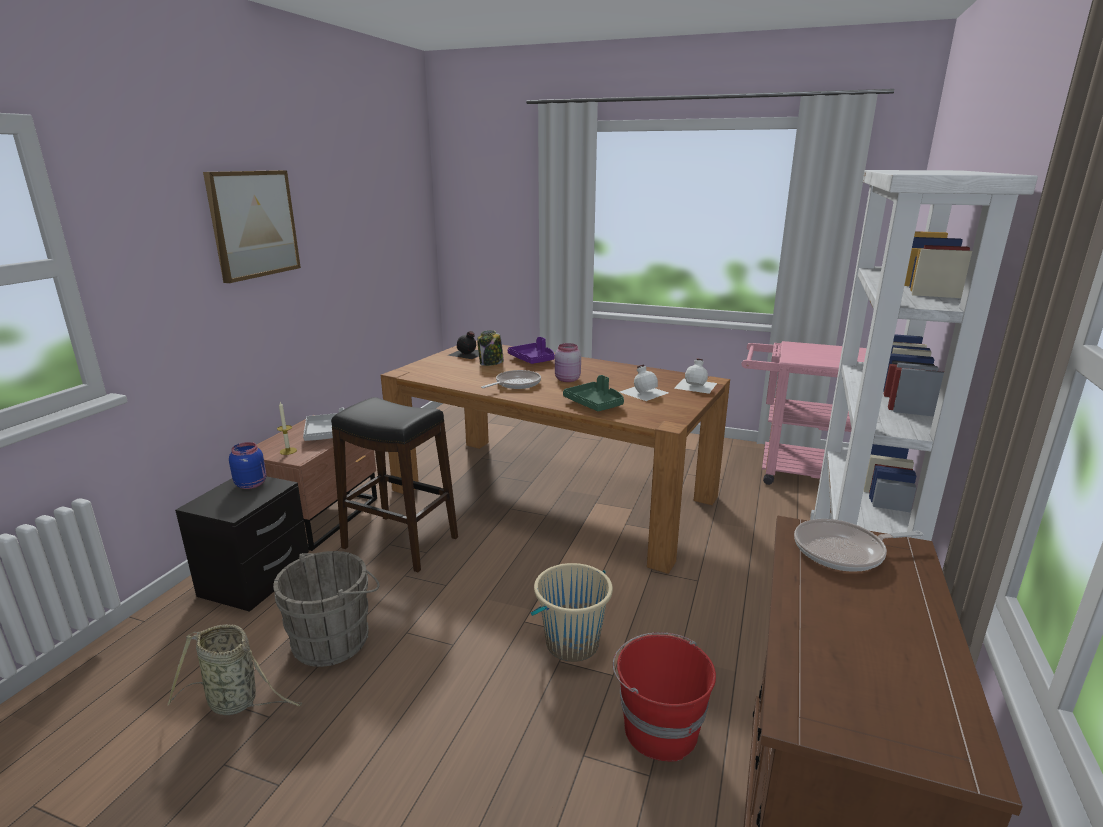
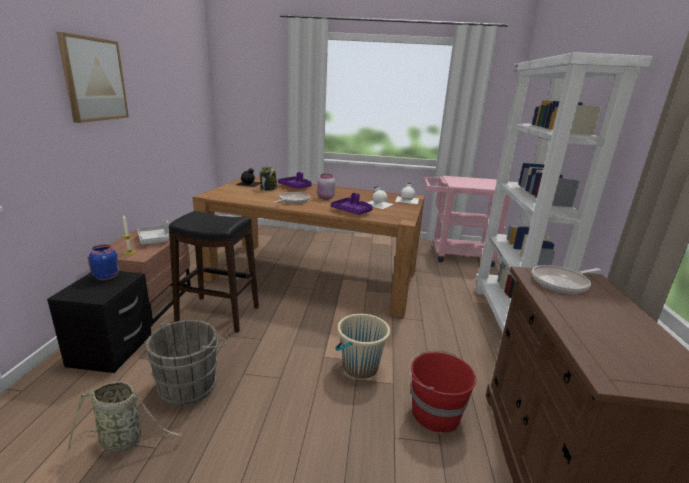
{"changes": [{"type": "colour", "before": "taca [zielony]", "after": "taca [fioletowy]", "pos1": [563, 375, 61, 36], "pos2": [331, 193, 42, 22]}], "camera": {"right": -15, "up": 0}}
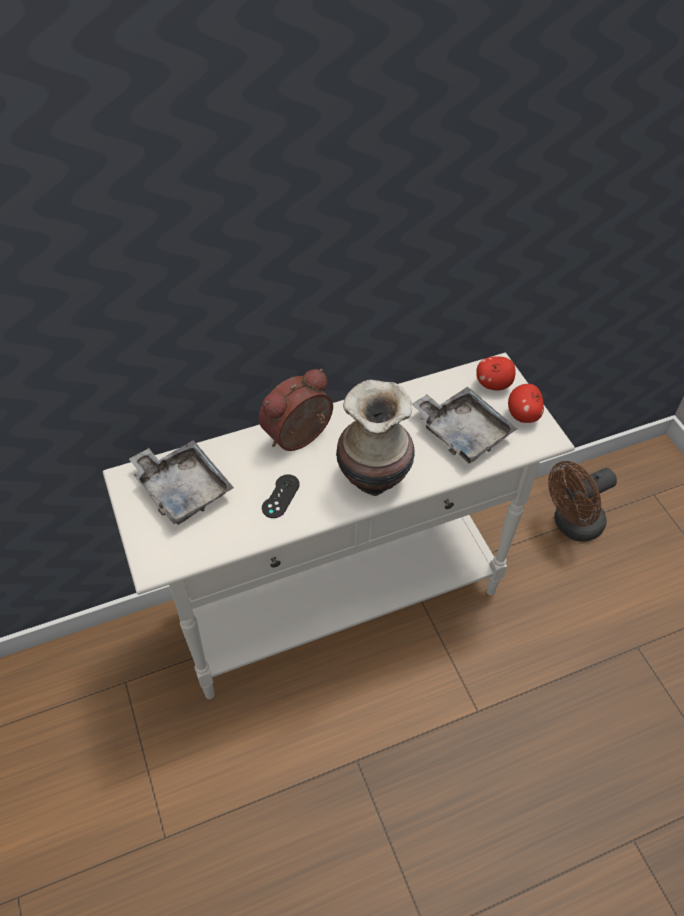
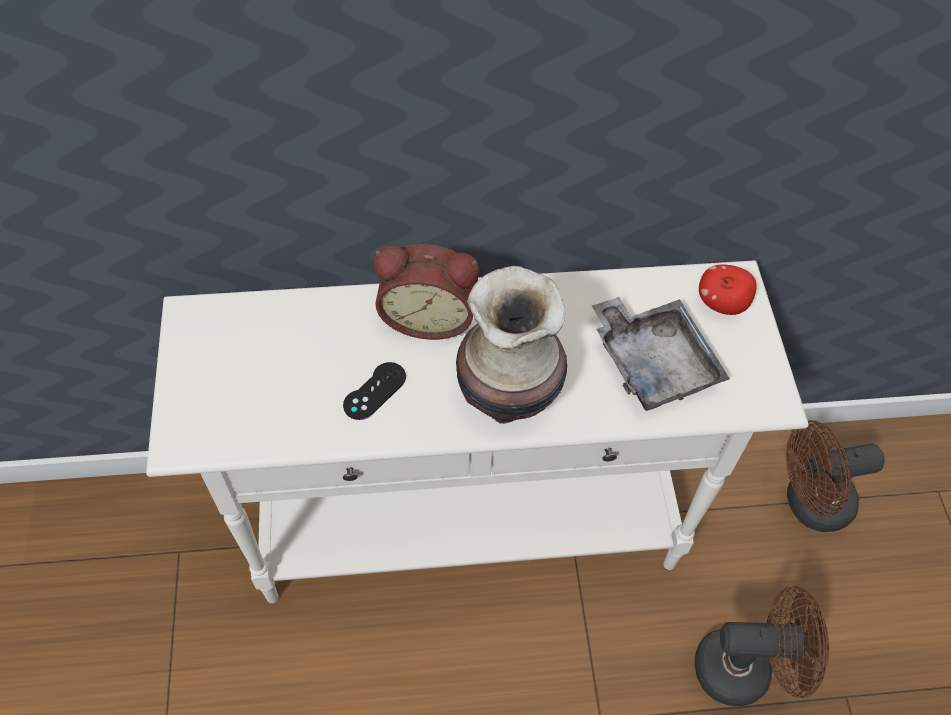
{"changes": [{"type": "spun", "before": "budzik", "pos1": [259, 369, 74, 82], "pos2": [374, 244, 105, 96], "turn": -150}, {"type": "missing", "before": "jabłko", "pos1": [508, 384, 36, 39]}, {"type": "missing", "before": "taca [szary]", "pos1": [129, 440, 105, 85]}, {"type": "appeared", "after": "wentylator [brązowy]", "pos2": [695, 586, 134, 120]}], "camera": {"right": 15, "up": 5}}
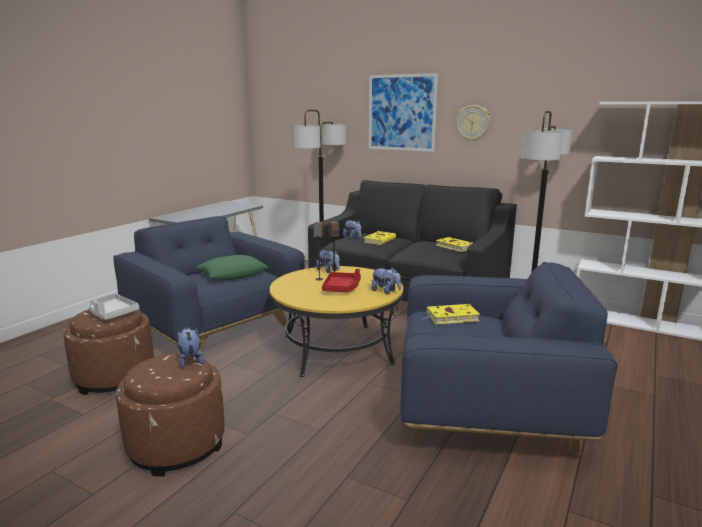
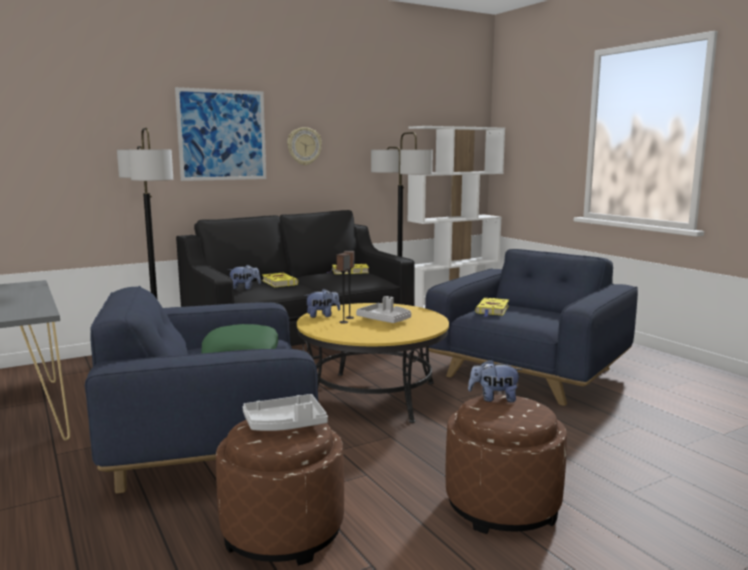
{"changes": [{"type": "missing", "before": "pluszak", "pos1": [371, 267, 30, 27]}, {"type": "colour", "before": "taca [czerwony]", "after": "taca [szary]", "pos1": [322, 269, 39, 23], "pos2": [356, 296, 55, 27]}], "camera": {"right": -60, "up": -5}}
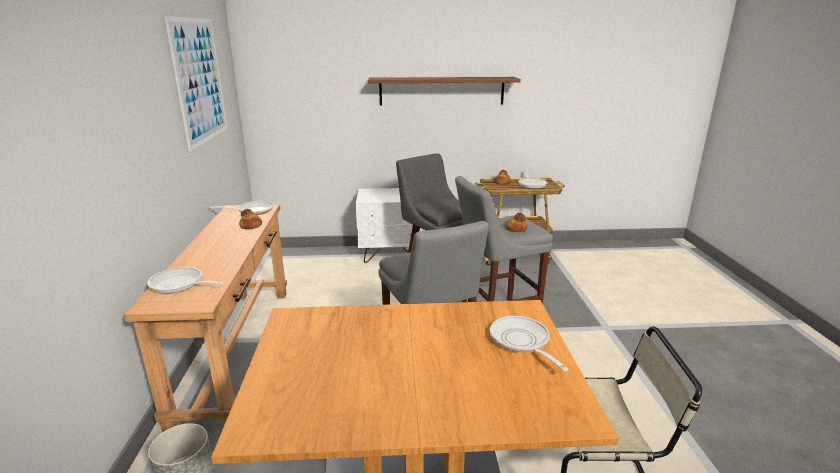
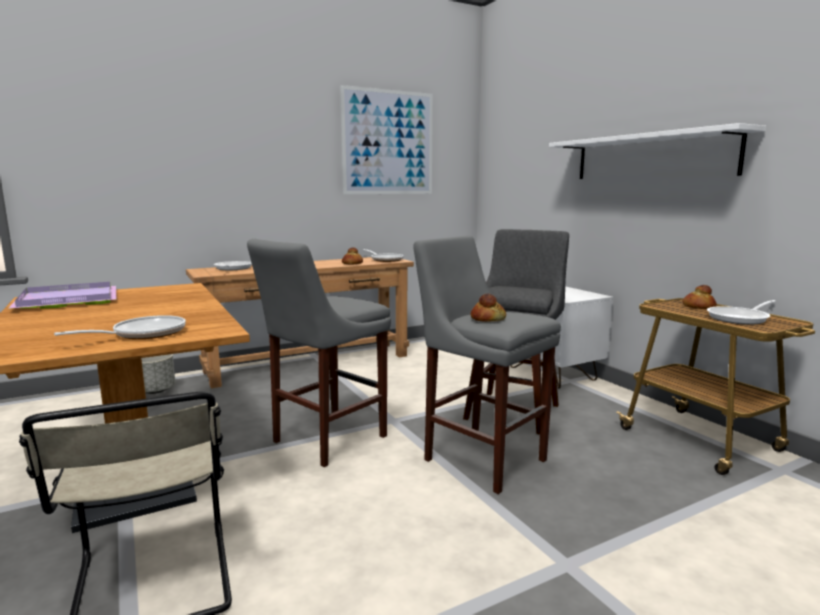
{"changes": [{"type": "colour", "before": "półka [brązowy]", "after": "półka [biały]", "pos1": [368, 77, 153, 28], "pos2": [549, 123, 217, 56]}, {"type": "appeared", "after": "taca [fioletowy]", "pos2": [8, 282, 109, 27]}], "camera": {"right": 65, "up": -10}}
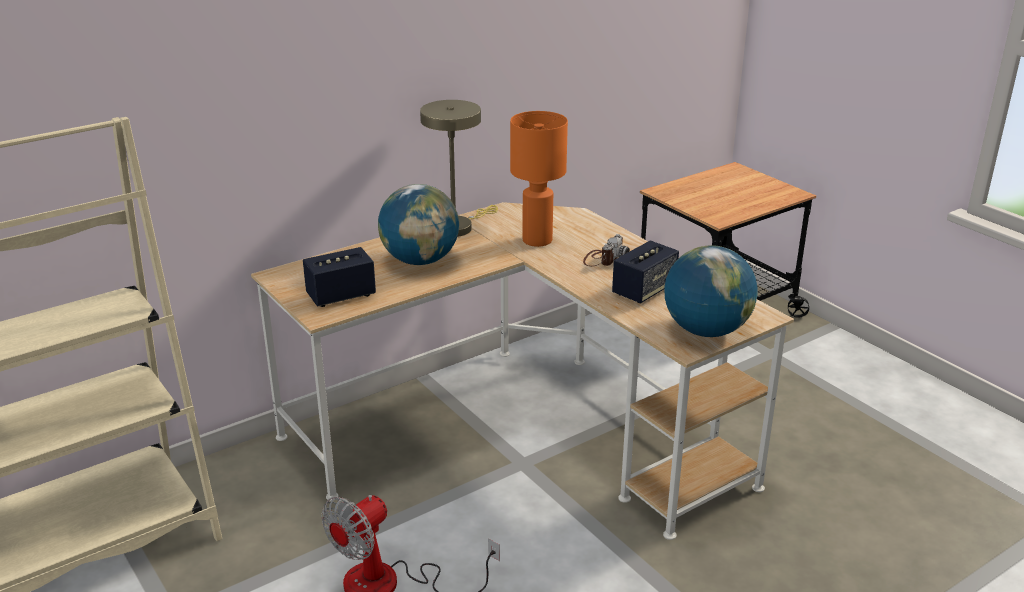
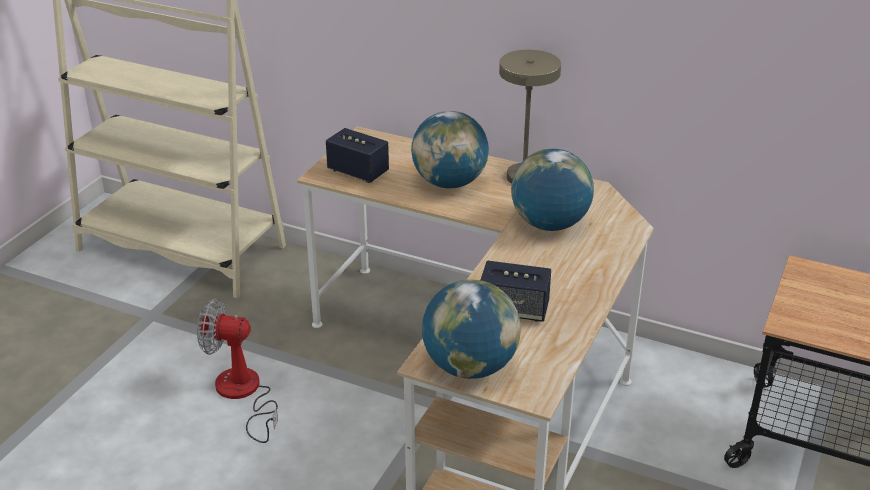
{"changes": [{"type": "exchanged", "before": "lampa stołowa [pomarańczowy]", "after": "globus", "pos1": [510, 111, 58, 136], "pos2": [511, 149, 83, 82]}, {"type": "missing", "before": "aparat fotograficzny", "pos1": [583, 234, 47, 32]}], "camera": {"right": 60, "up": 5}}
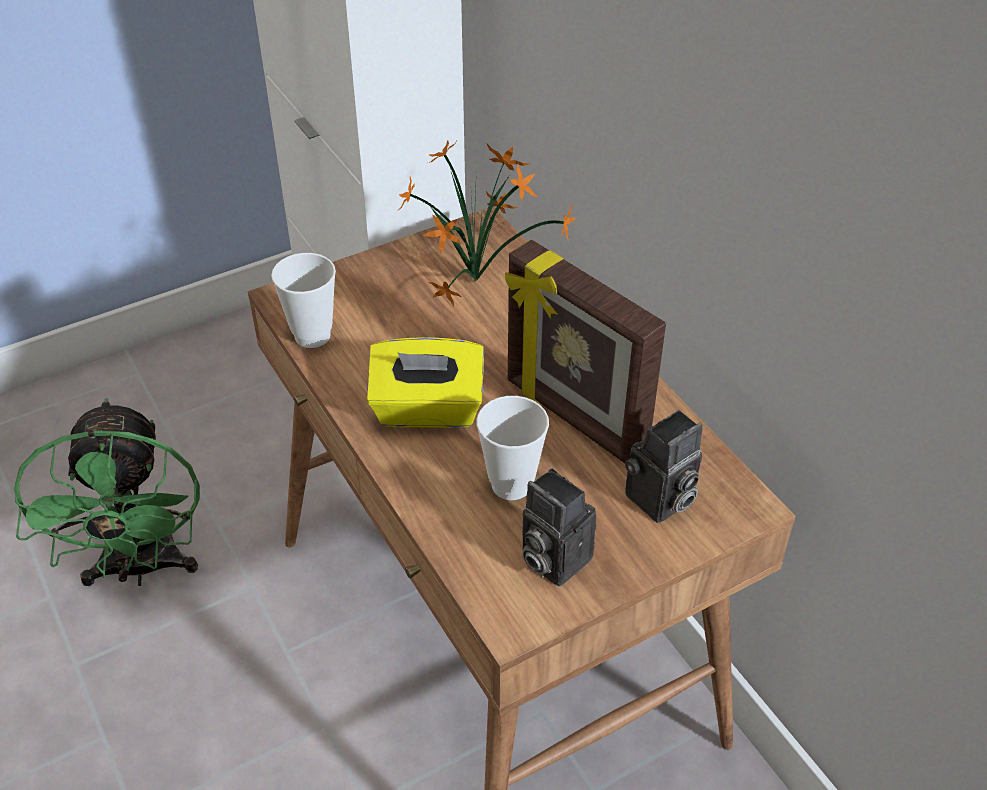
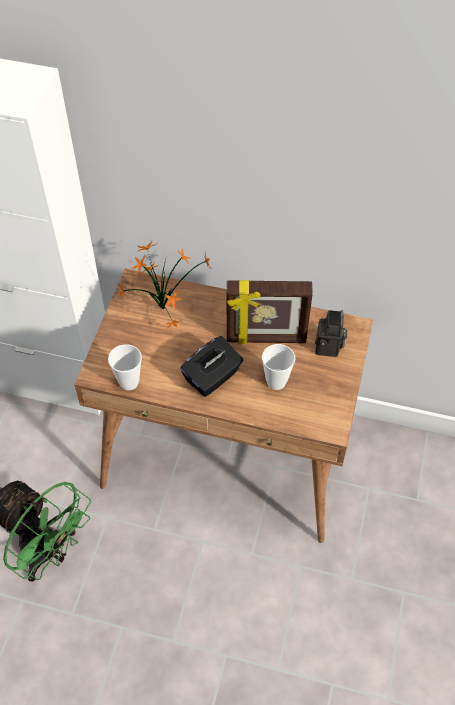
{"changes": [{"type": "colour", "before": "pudełko chusteczek [żółty]", "after": "pudełko chusteczek [czarny]", "pos1": [367, 337, 117, 91], "pos2": [180, 336, 63, 61]}, {"type": "missing", "before": "aparat fotograficzny", "pos1": [522, 468, 74, 118]}], "camera": {"right": -45, "up": 10}}
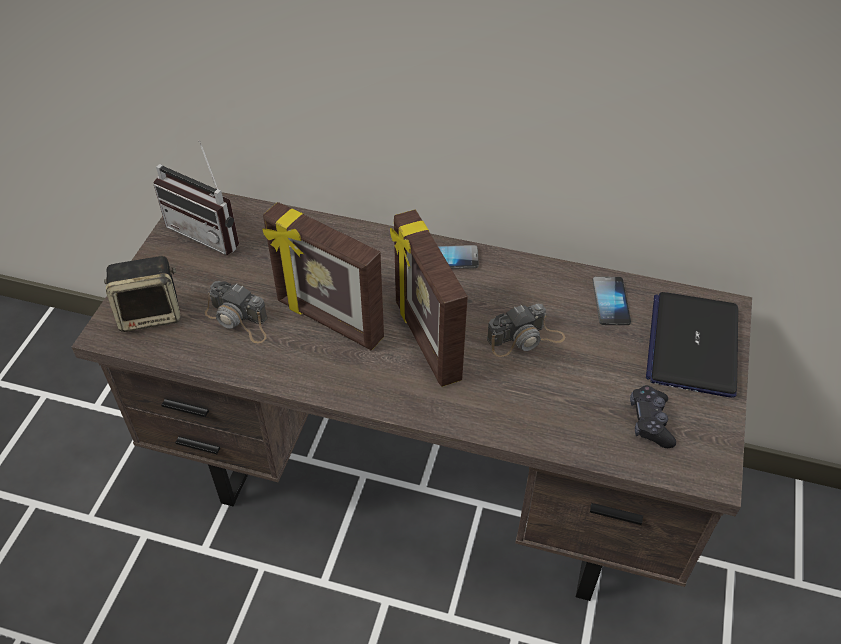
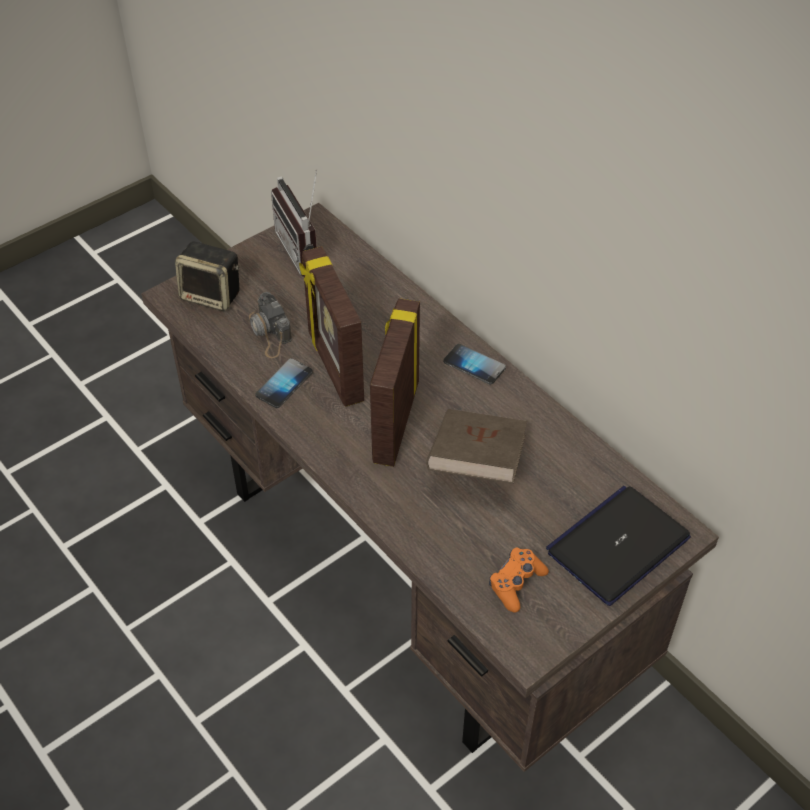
{"changes": [{"type": "relocated", "before": "telefon", "pos1": [592, 276, 39, 49], "pos2": [255, 358, 58, 50]}, {"type": "exchanged", "before": "aparat fotograficzny", "after": "książka [brązowy]", "pos1": [487, 304, 78, 53], "pos2": [426, 409, 101, 75]}, {"type": "colour", "before": "pad do gier [czarny]", "after": "pad do gier [pomarańczowy]", "pos1": [630, 385, 46, 63], "pos2": [489, 547, 60, 65]}], "camera": {"right": 35, "up": 0}}
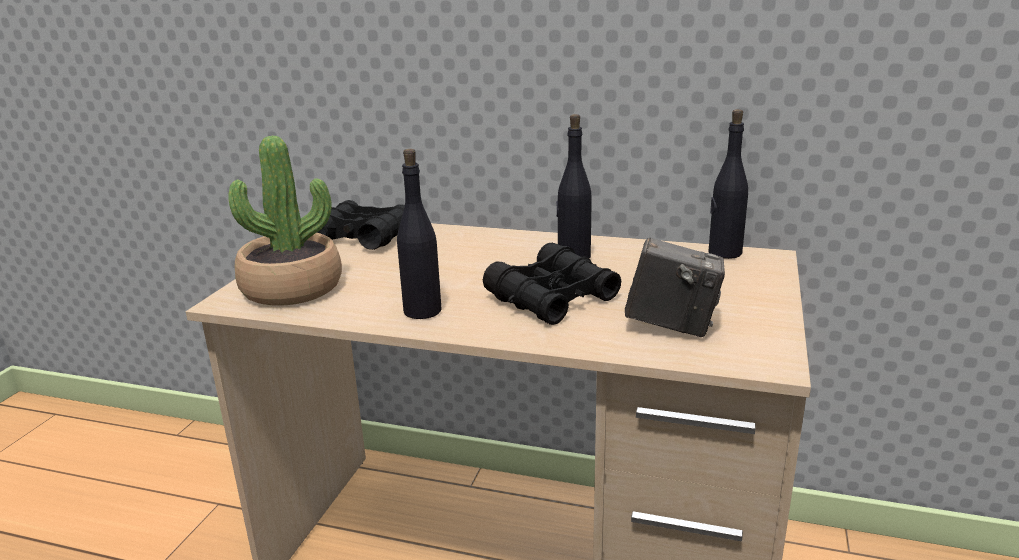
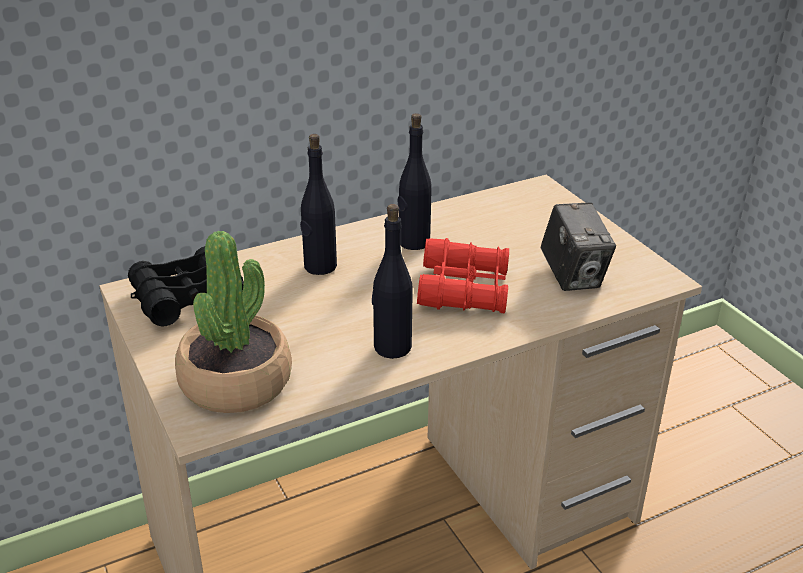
{"changes": [{"type": "relocated", "before": "butelka [czarny]", "pos1": [708, 109, 40, 150], "pos2": [300, 134, 37, 141]}, {"type": "spun", "before": "aparat fotograficzny", "pos1": [625, 237, 100, 100], "pos2": [540, 203, 76, 88], "turn": 105}, {"type": "colour", "before": "lornetka [czarny]", "after": "lornetka [czerwony]", "pos1": [483, 243, 138, 82], "pos2": [417, 238, 92, 75]}], "camera": {"right": -45, "up": 10}}
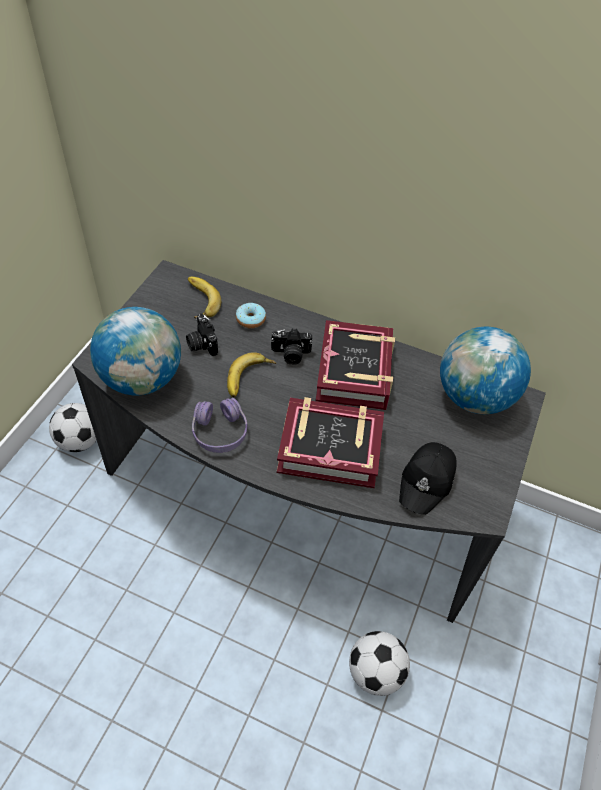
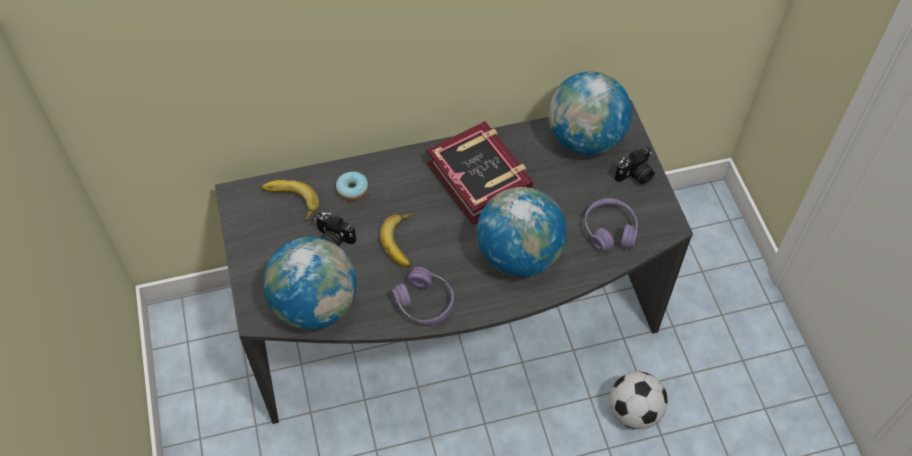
{"changes": [{"type": "relocated", "before": "aparat fotograficzny", "pos1": [271, 329, 42, 36], "pos2": [615, 147, 40, 37]}, {"type": "exchanged", "before": "książka", "after": "globus", "pos1": [277, 397, 107, 91], "pos2": [477, 187, 90, 90]}, {"type": "missing", "before": "piłka futbolowa", "pos1": [49, 403, 48, 49]}, {"type": "exchanged", "before": "czapka z daszkiem [czarny]", "after": "słuchawki [fioletowy]", "pos1": [399, 442, 58, 73], "pos2": [584, 198, 54, 54]}], "camera": {"right": -35, "up": 5}}
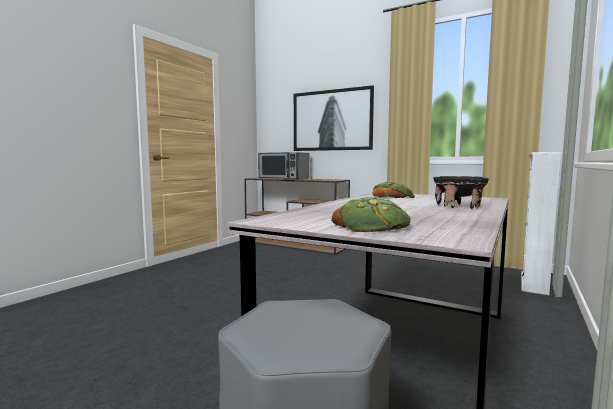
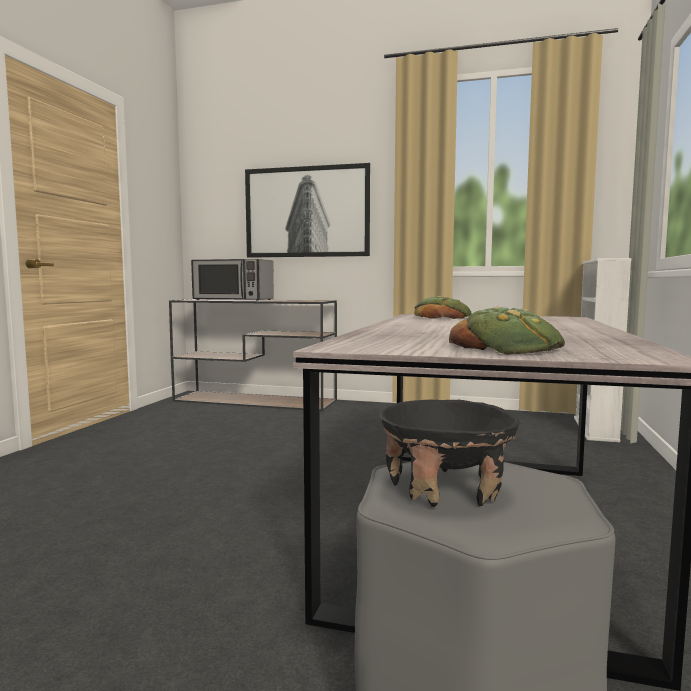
{"changes": [{"type": "relocated", "before": "miska [czarny]", "pos1": [433, 176, 56, 33], "pos2": [379, 400, 141, 107]}], "camera": {"right": -15, "up": 0}}
